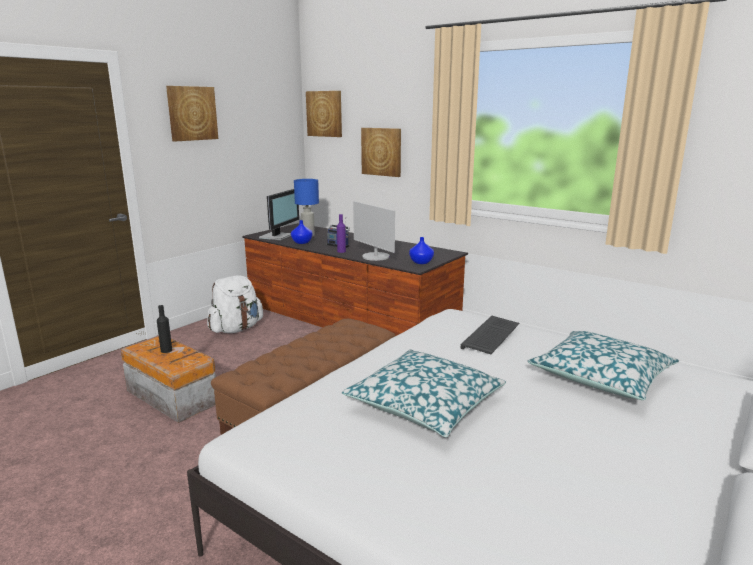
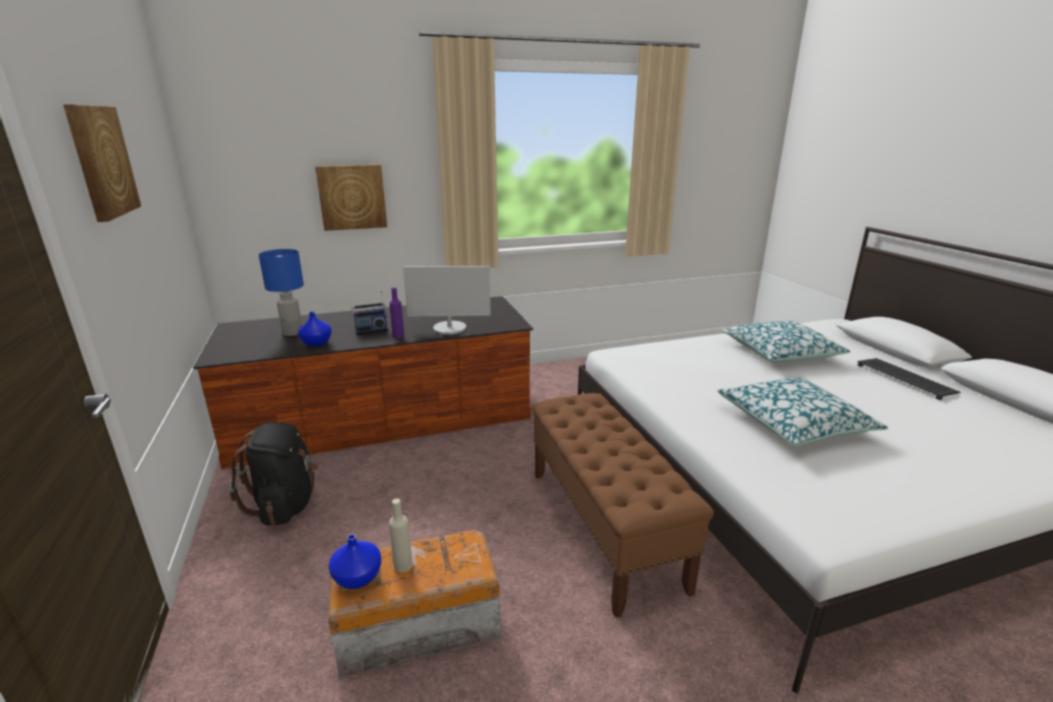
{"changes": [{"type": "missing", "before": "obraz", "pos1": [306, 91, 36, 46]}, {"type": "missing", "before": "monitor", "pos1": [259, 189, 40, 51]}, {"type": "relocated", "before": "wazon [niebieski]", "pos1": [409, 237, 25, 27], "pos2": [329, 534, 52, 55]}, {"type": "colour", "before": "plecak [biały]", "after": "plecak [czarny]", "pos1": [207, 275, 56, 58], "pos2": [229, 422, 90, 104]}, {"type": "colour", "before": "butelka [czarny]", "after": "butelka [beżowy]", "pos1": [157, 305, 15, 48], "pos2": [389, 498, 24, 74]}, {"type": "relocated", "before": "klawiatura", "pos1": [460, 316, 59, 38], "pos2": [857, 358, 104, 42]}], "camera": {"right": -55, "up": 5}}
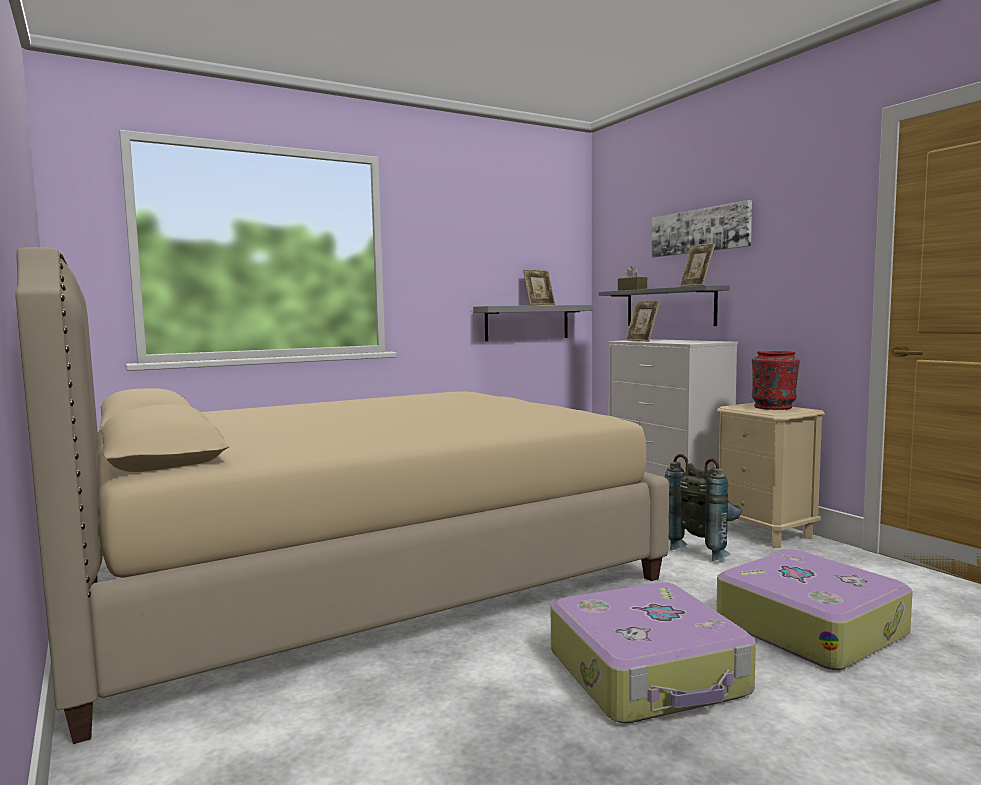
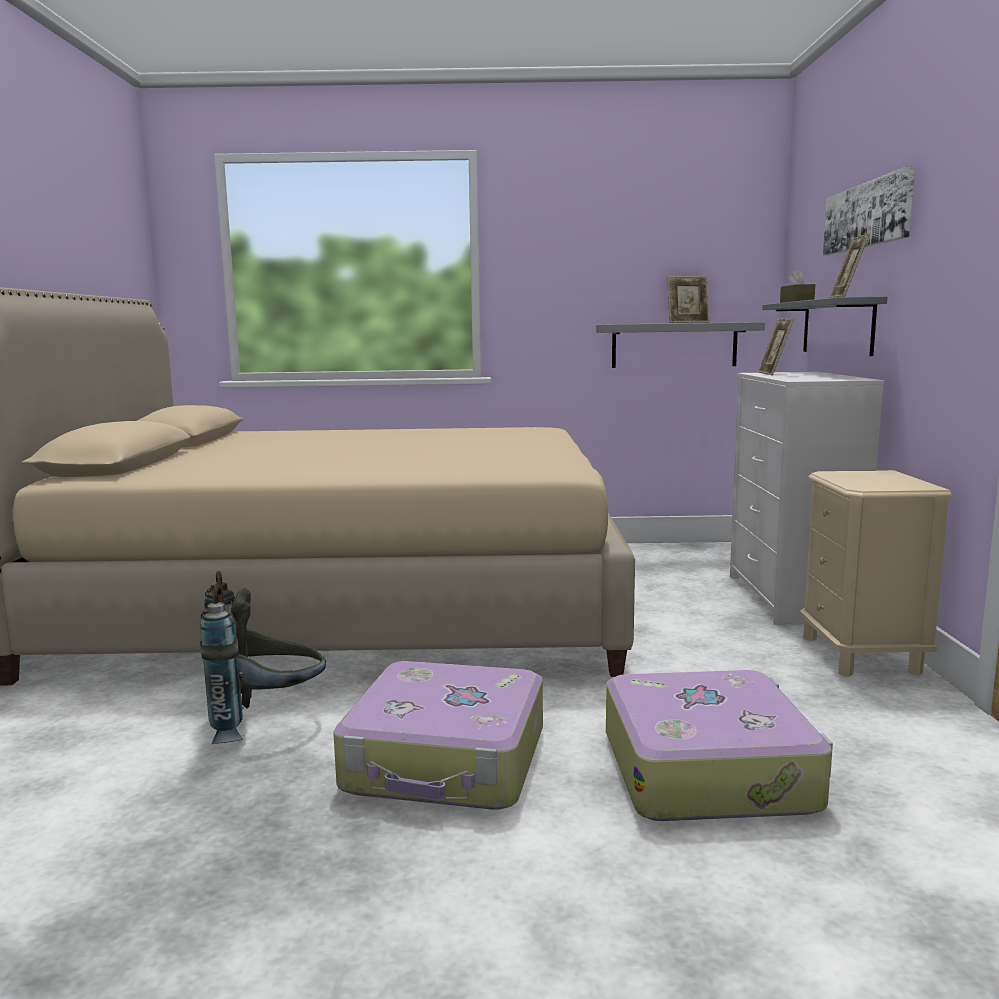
{"changes": [{"type": "missing", "before": "wazon [czerwony]", "pos1": [752, 351, 48, 59]}, {"type": "relocated", "before": "plecak [szary]", "pos1": [665, 454, 76, 107], "pos2": [200, 571, 126, 173]}], "camera": {"right": 30, "up": 5}}
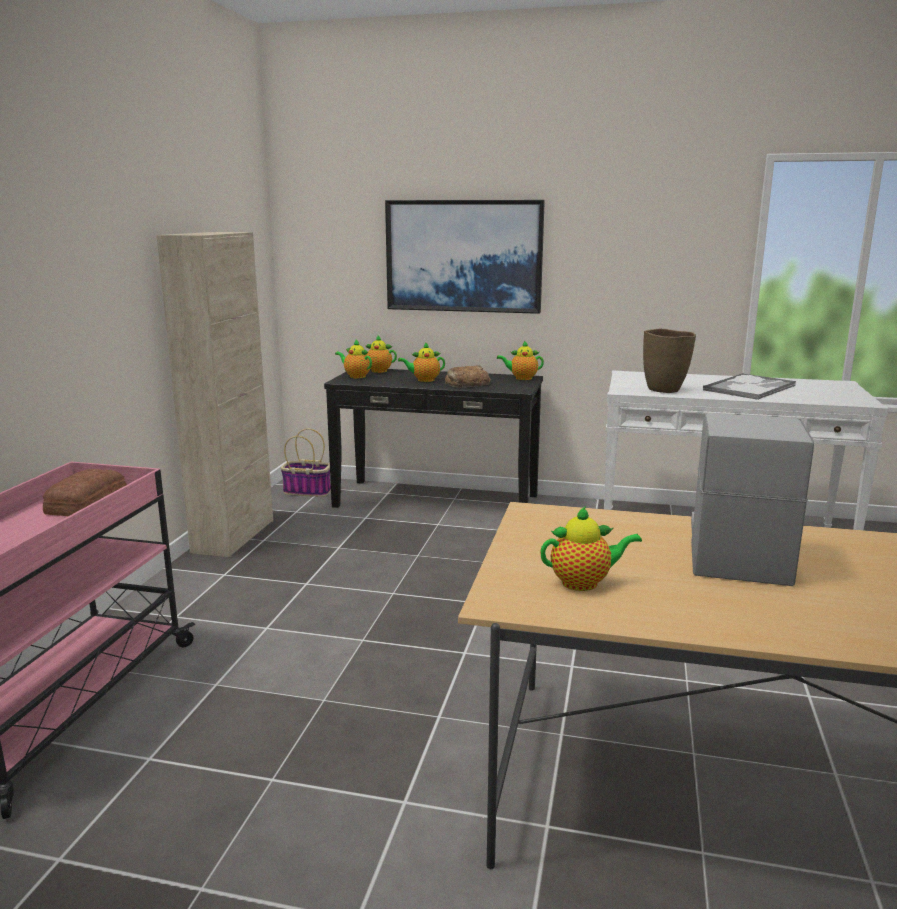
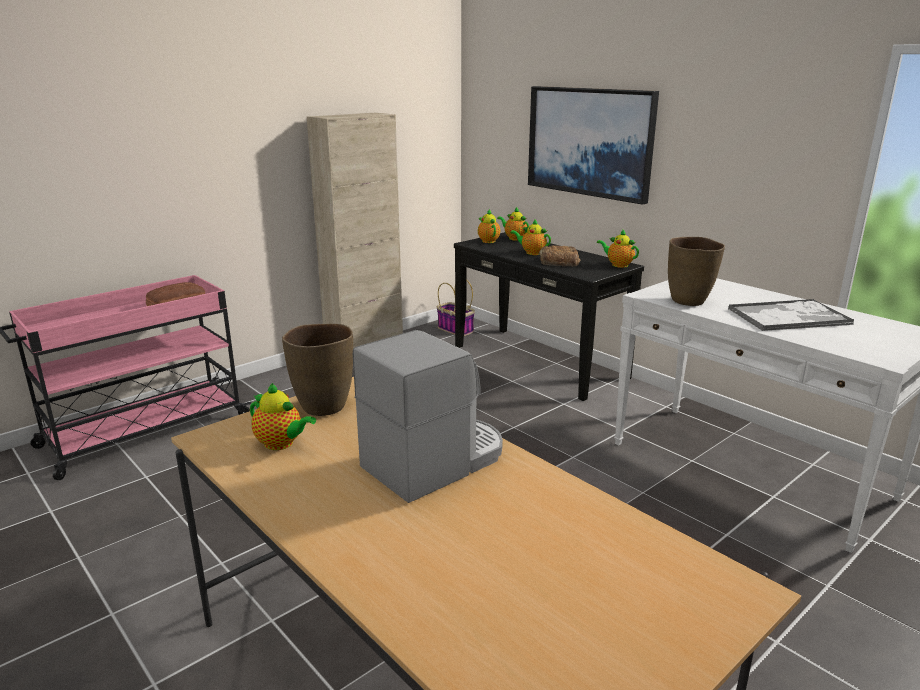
{"changes": [{"type": "appeared", "after": "wazon [brązowy]", "pos2": [282, 324, 71, 92]}], "camera": {"right": 35, "up": 5}}
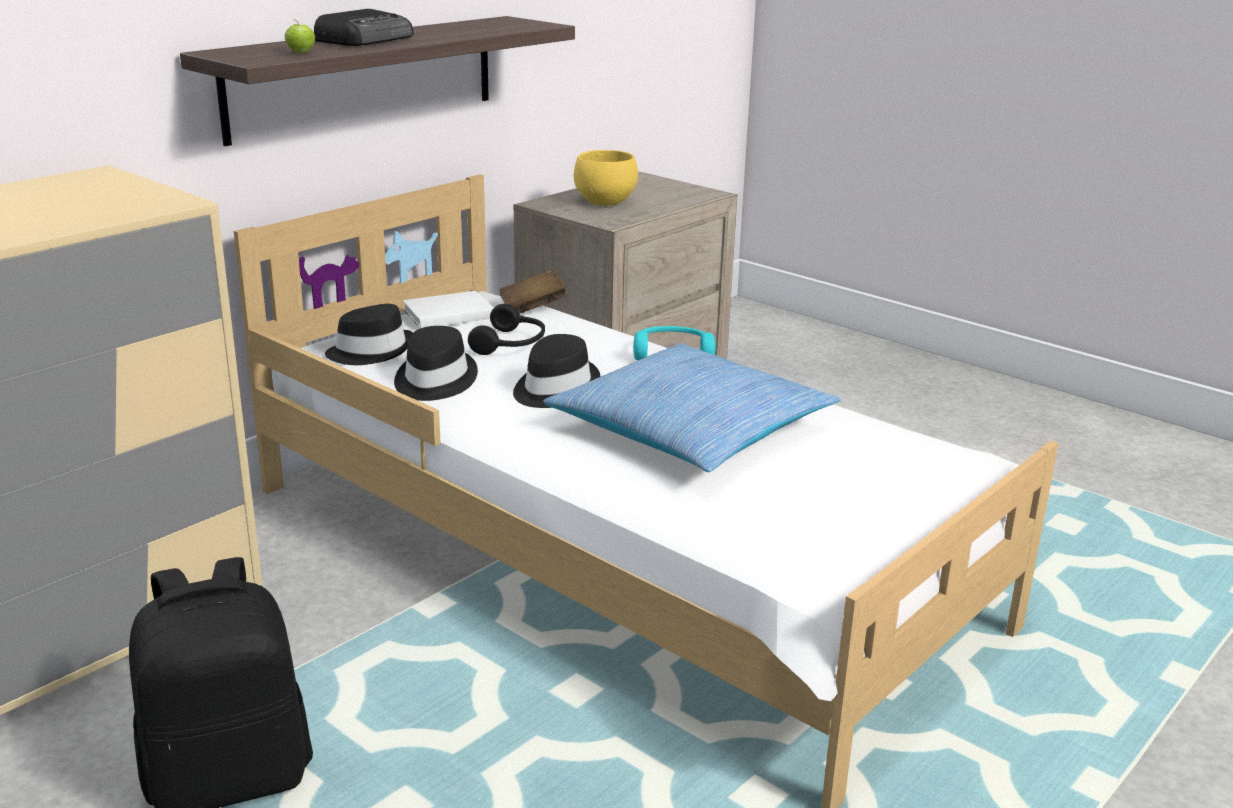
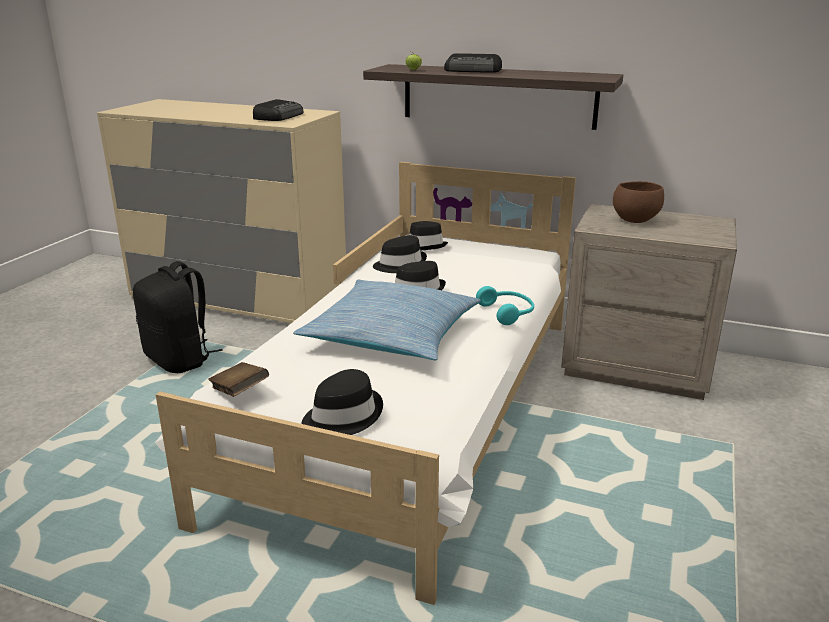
{"changes": [{"type": "colour", "before": "miska [żółty]", "after": "miska [brązowy]", "pos1": [574, 150, 64, 56], "pos2": [613, 181, 51, 42]}, {"type": "relocated", "before": "książka [brązowy]", "pos1": [499, 269, 68, 45], "pos2": [208, 362, 61, 35]}, {"type": "missing", "before": "książka [biały]", "pos1": [403, 291, 91, 37]}, {"type": "missing", "before": "słuchawki [czarny]", "pos1": [468, 304, 77, 51]}, {"type": "appeared", "after": "radio", "pos2": [253, 99, 51, 22]}, {"type": "appeared", "after": "kapelusz [czarny]", "pos2": [301, 369, 82, 66]}], "camera": {"right": 70, "up": 0}}
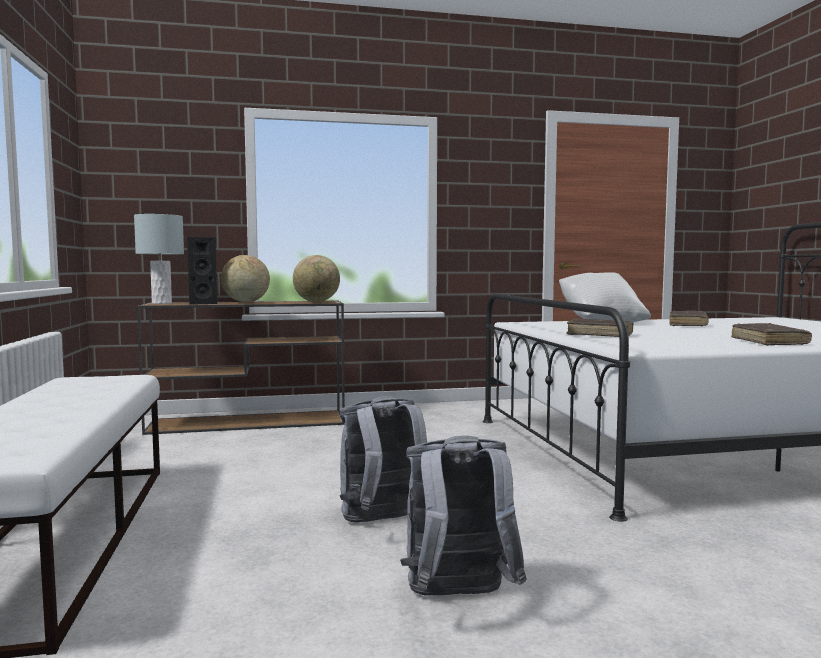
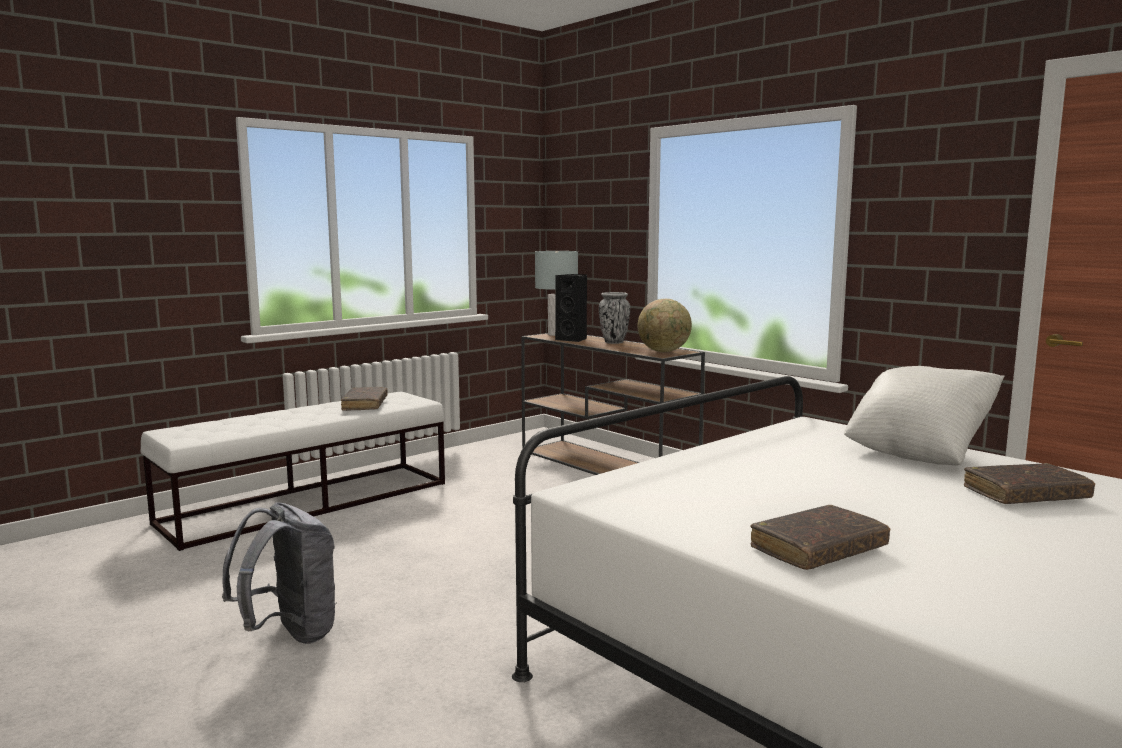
{"changes": [{"type": "exchanged", "before": "globus", "after": "wazon", "pos1": [221, 255, 49, 47], "pos2": [599, 292, 31, 52]}, {"type": "relocated", "before": "książka [brązowy]", "pos1": [567, 318, 67, 19], "pos2": [341, 387, 47, 24]}, {"type": "missing", "before": "plecak [szary]", "pos1": [340, 396, 87, 127]}], "camera": {"right": 60, "up": 5}}
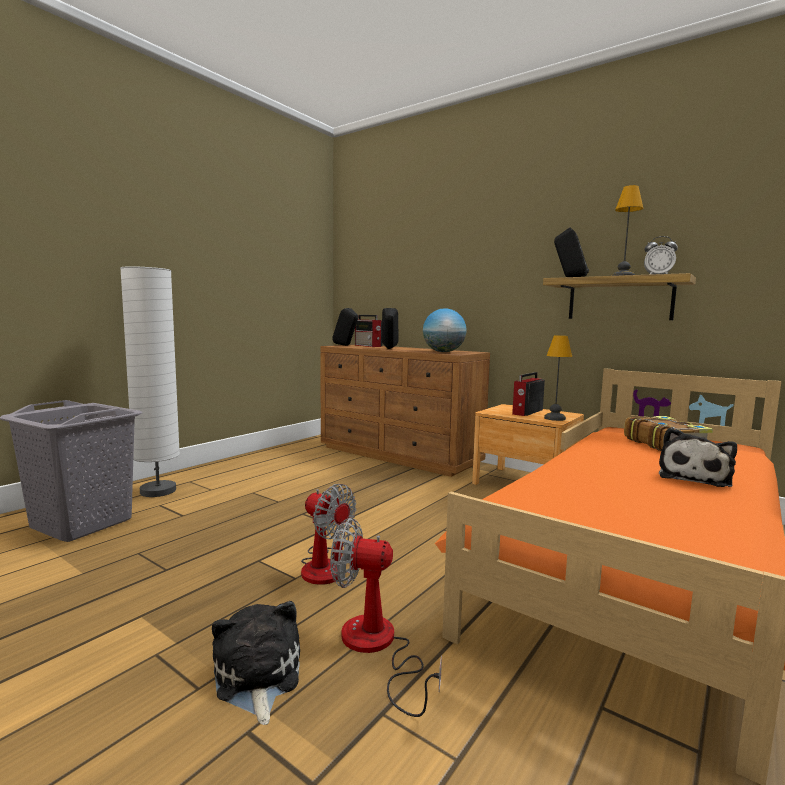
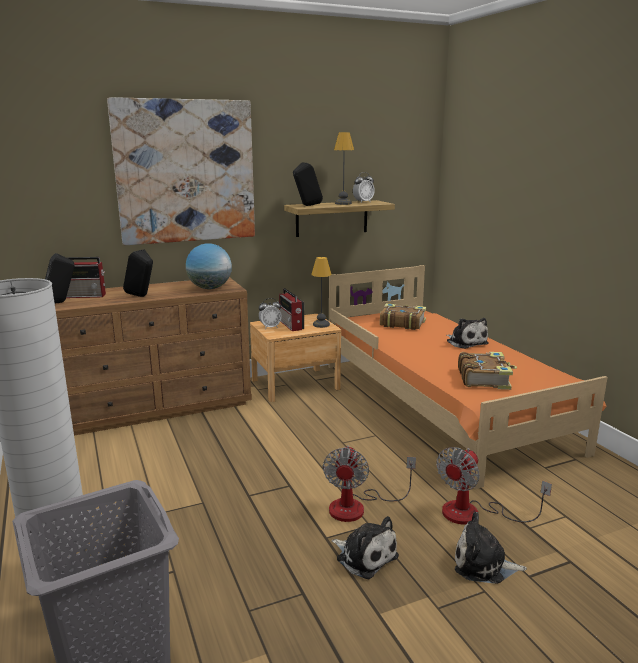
{"changes": [{"type": "spun", "before": "wentylator", "pos1": [301, 484, 55, 101], "pos2": [323, 445, 93, 77], "turn": 120}, {"type": "appeared", "after": "obraz", "pos2": [107, 97, 148, 148]}, {"type": "appeared", "after": "budzik", "pos2": [259, 298, 23, 31]}, {"type": "appeared", "after": "książka", "pos2": [458, 352, 59, 38]}, {"type": "appeared", "after": "pluszak", "pos2": [332, 516, 67, 63]}], "camera": {"right": -60, "up": 10}}
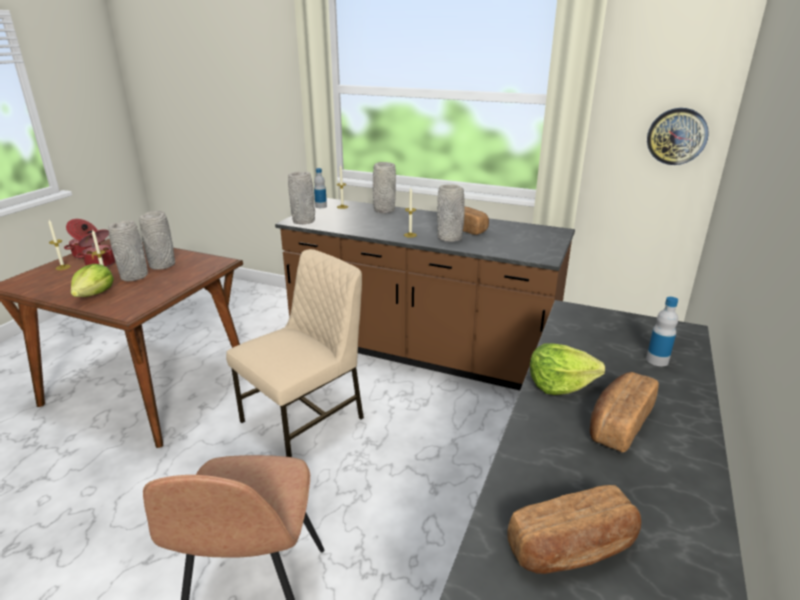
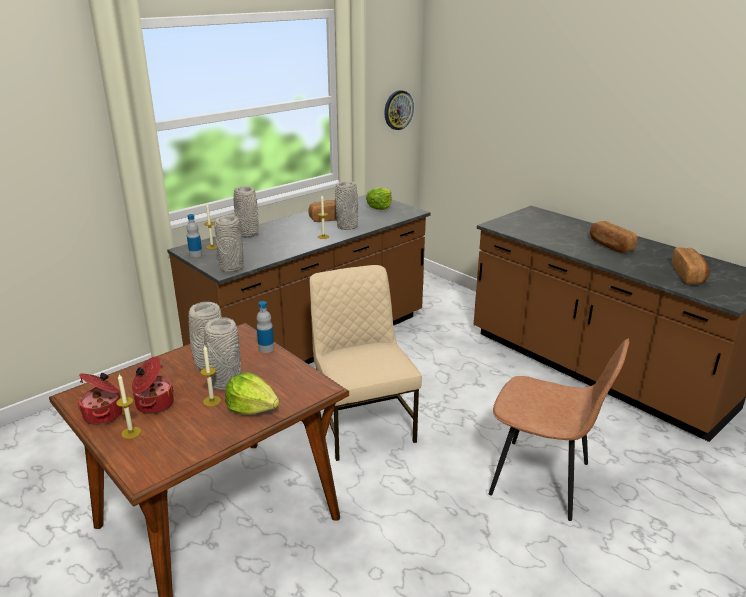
{"changes": [{"type": "relocated", "before": "butelka", "pos1": [646, 297, 32, 69], "pos2": [257, 301, 17, 52]}, {"type": "relocated", "before": "sałata", "pos1": [530, 344, 75, 51], "pos2": [366, 188, 26, 22]}], "camera": {"right": -65, "up": 0}}
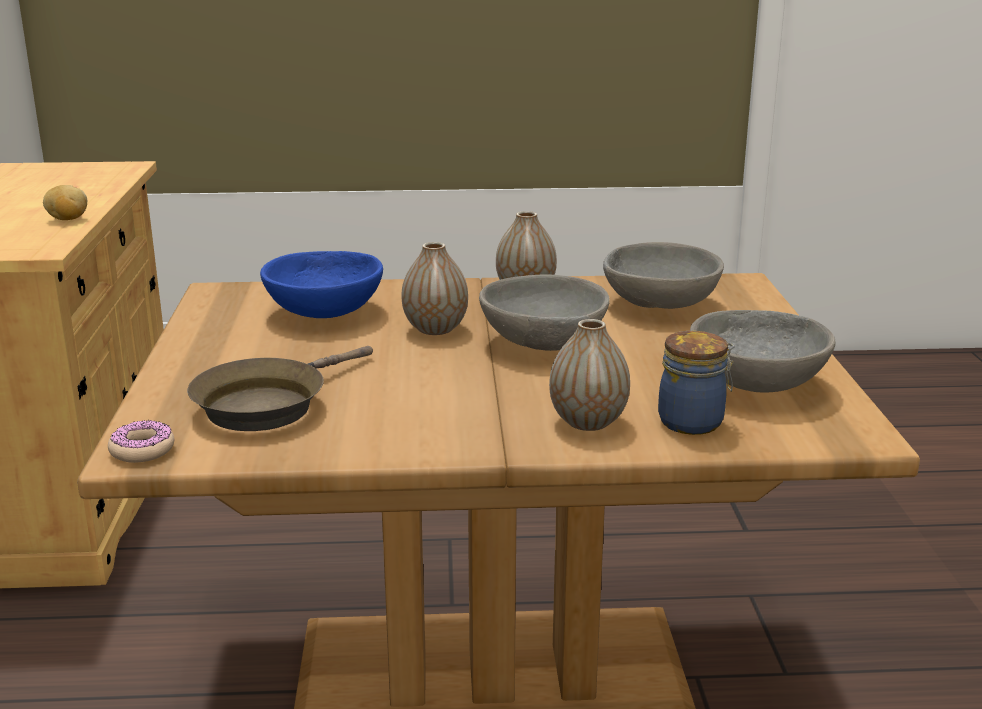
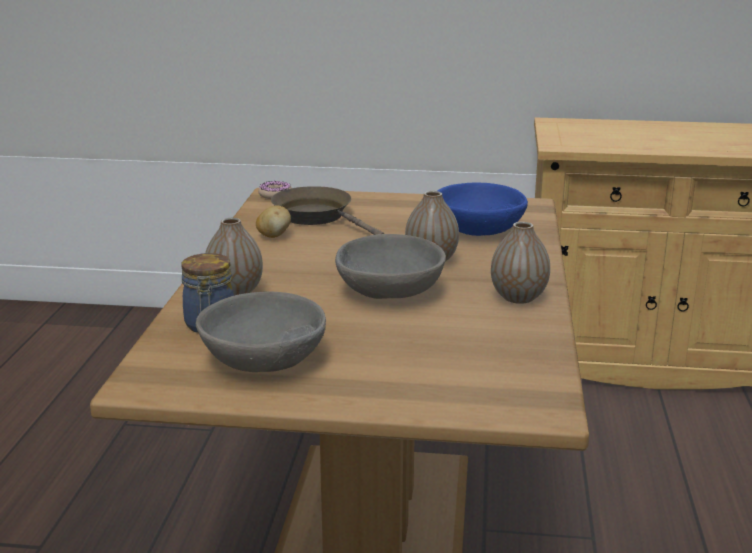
{"changes": [{"type": "relocated", "before": "ziemniak", "pos1": [43, 185, 44, 35], "pos2": [256, 205, 35, 33]}, {"type": "missing", "before": "miska [szary]", "pos1": [603, 242, 121, 67]}], "camera": {"right": 100, "up": 0}}
